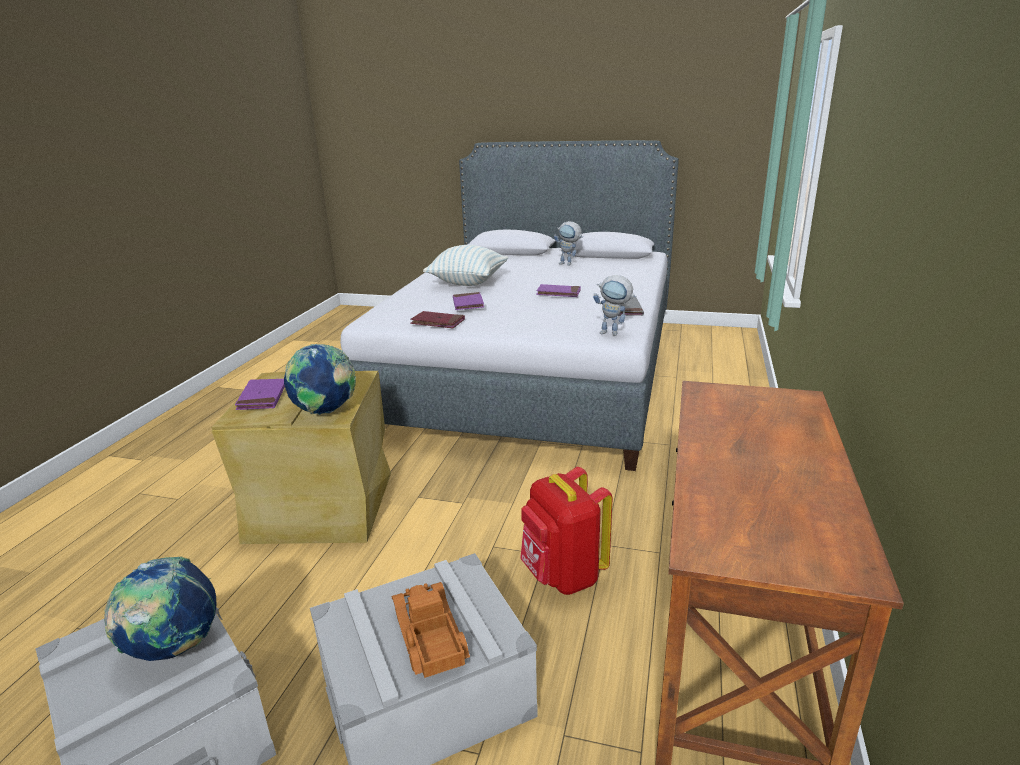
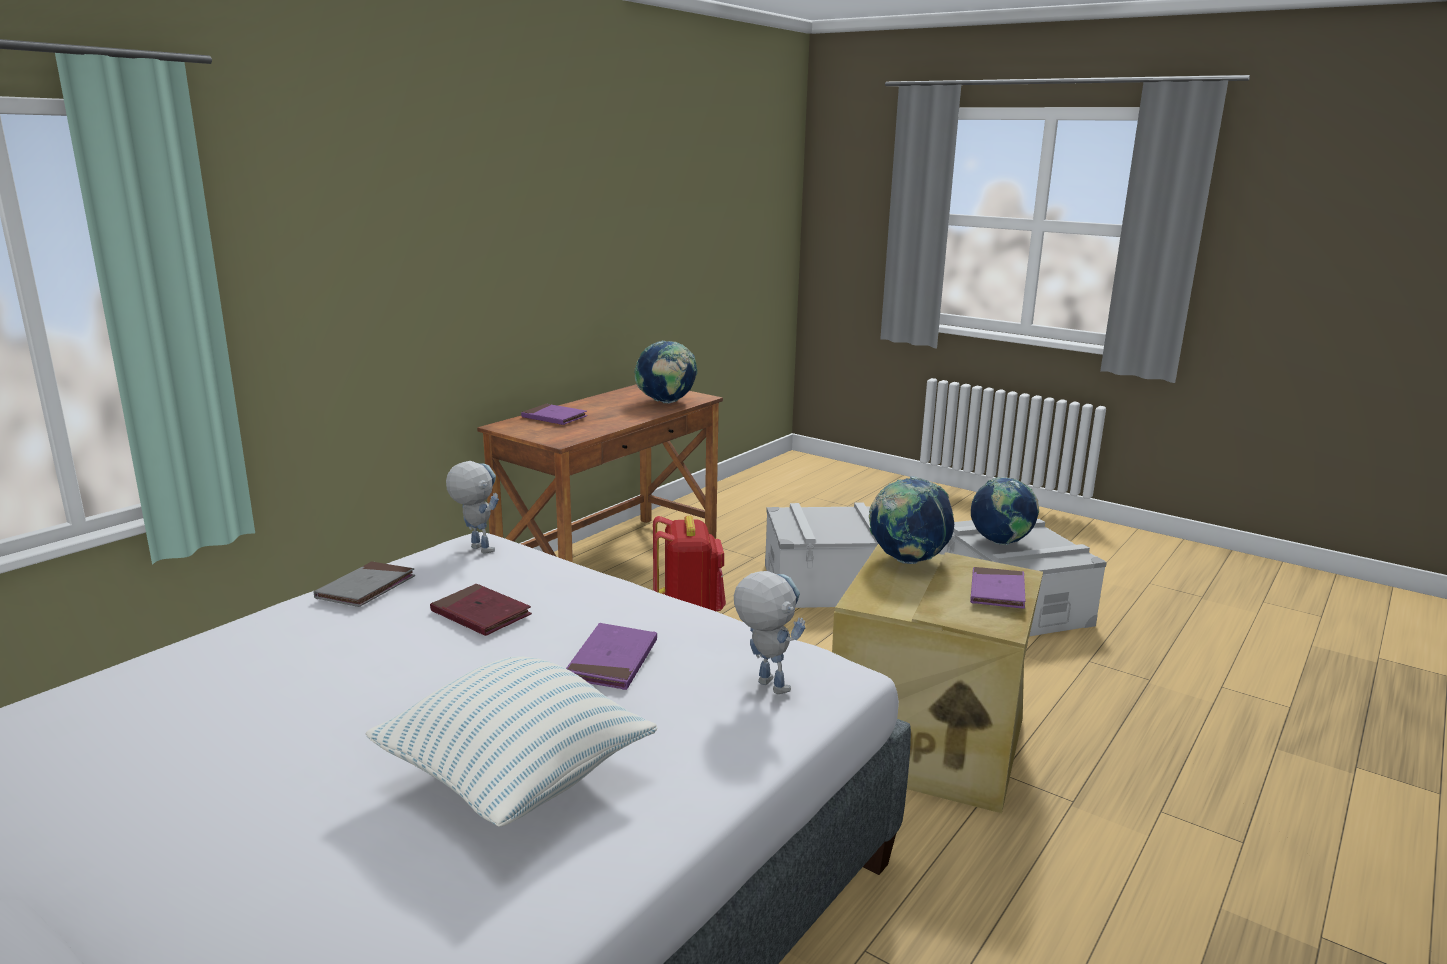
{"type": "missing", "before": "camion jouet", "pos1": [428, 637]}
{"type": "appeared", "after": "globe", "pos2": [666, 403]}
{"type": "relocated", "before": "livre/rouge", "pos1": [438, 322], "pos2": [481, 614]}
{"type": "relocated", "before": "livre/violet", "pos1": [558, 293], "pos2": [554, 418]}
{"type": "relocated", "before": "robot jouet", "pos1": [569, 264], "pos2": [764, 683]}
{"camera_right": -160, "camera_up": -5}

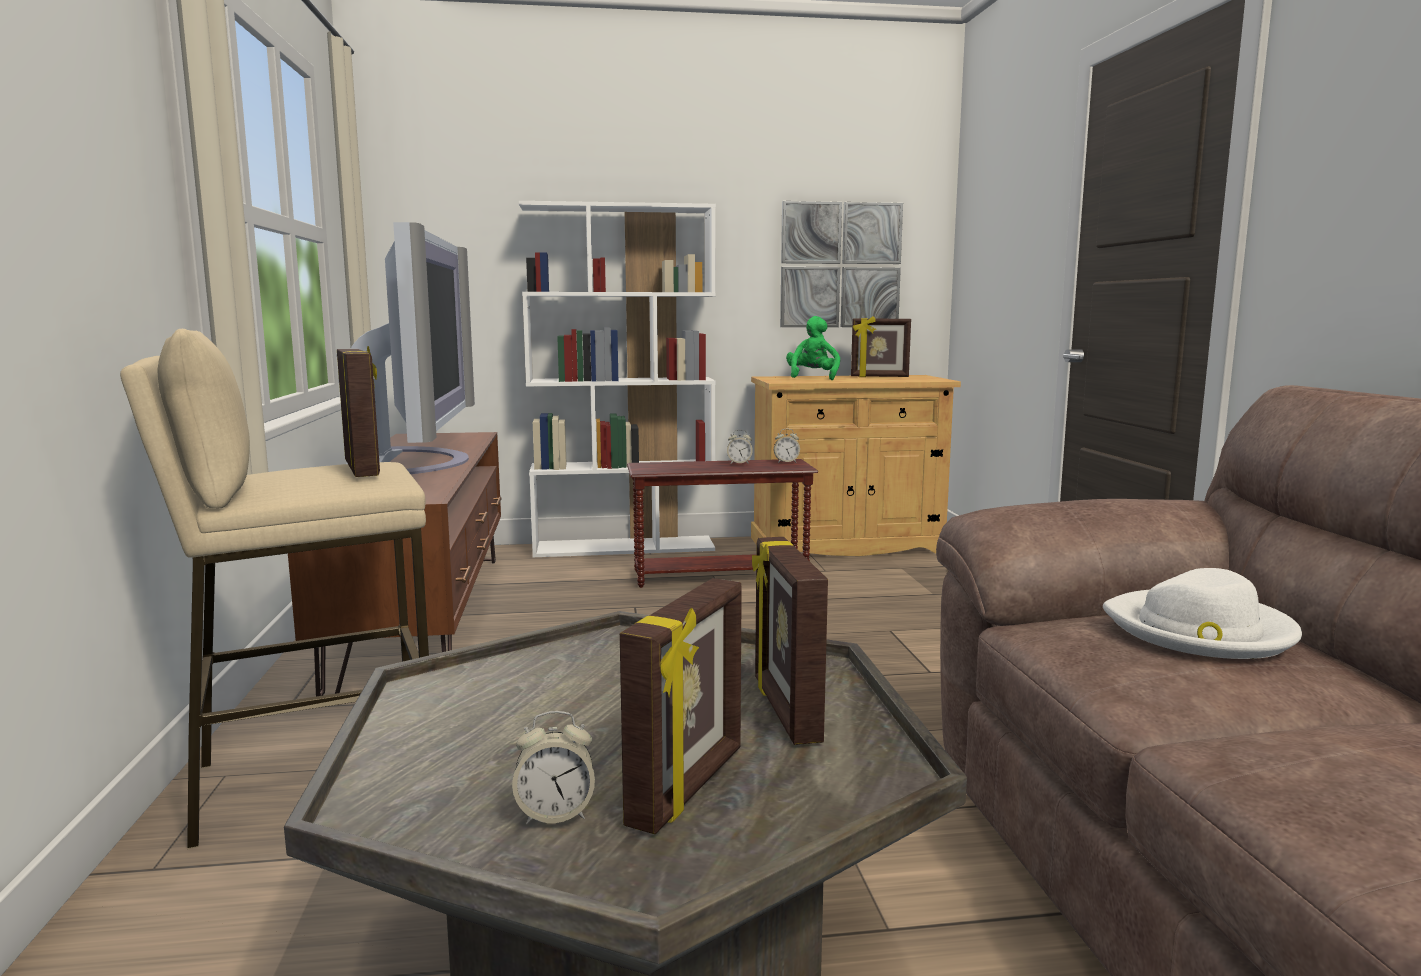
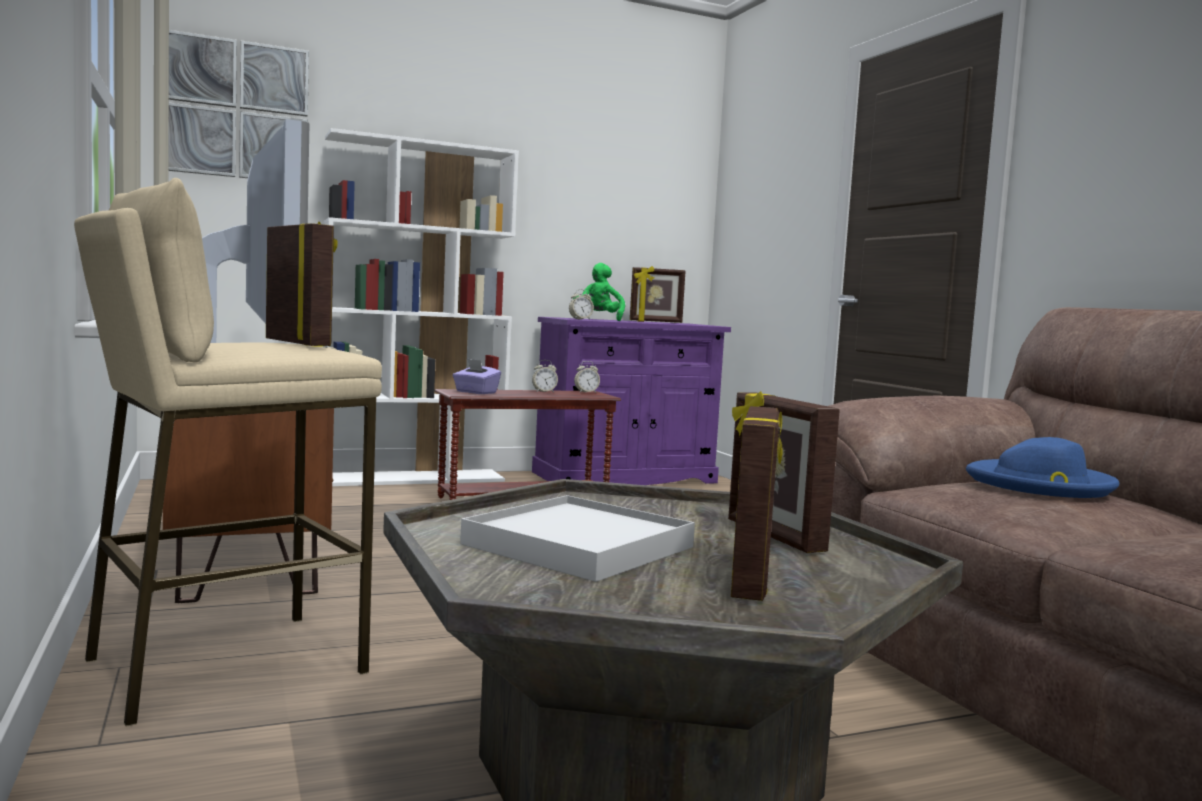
{"type": "appeared", "after": "boîte à mouchoirs/violet", "pos2": [475, 392]}
{"type": "appeared", "after": "plateau/blanc", "pos2": [578, 545]}
{"type": "relocated", "before": "réveil", "pos1": [555, 814], "pos2": [580, 319]}
{"type": "relocated", "before": "tableau", "pos1": [840, 265], "pos2": [237, 110]}
{"type": "colour", "before": "meuble de rangement/beige", "after": "meuble de rangement/violet", "pos1": [847, 545], "pos2": [624, 477]}
{"type": "colour", "before": "chapeau/blanc", "after": "chapeau/bleu", "pos1": [1199, 631], "pos2": [1041, 485]}
{"camera_right": -15, "camera_up": -5}

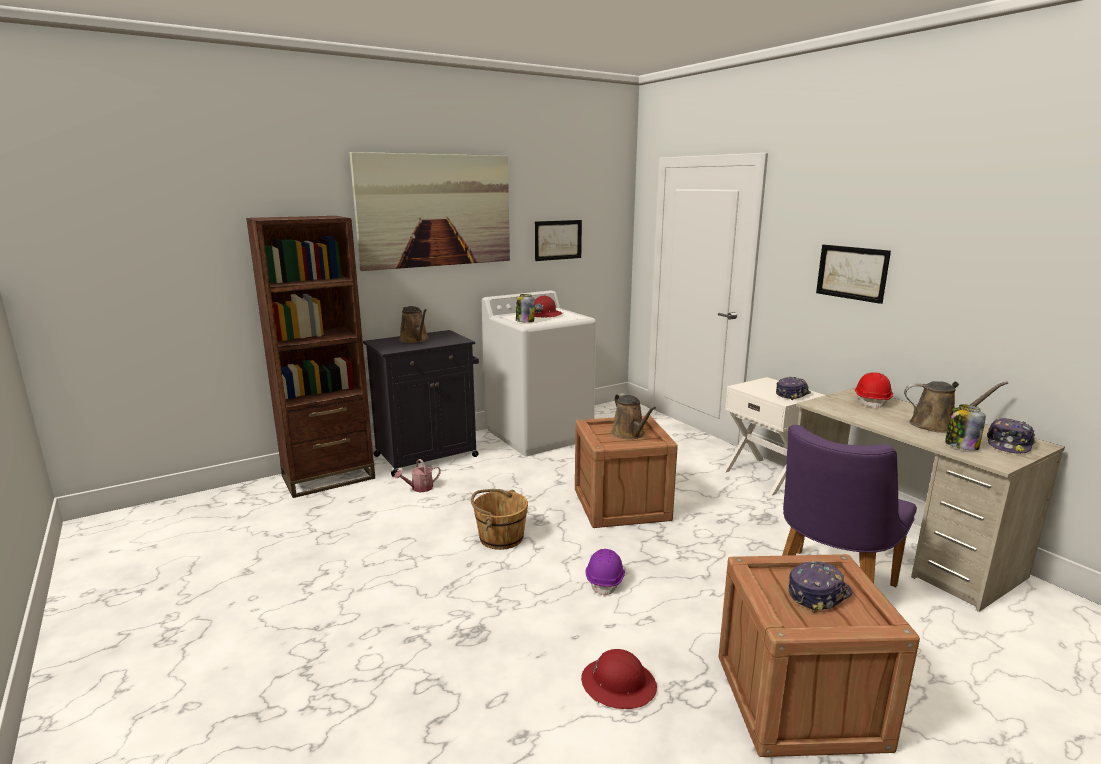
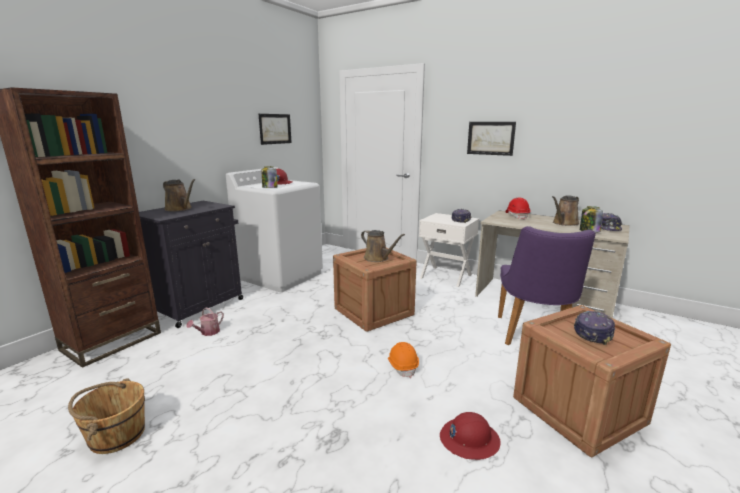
{"type": "missing", "before": "tableau", "pos1": [435, 210]}
{"type": "relocated", "before": "seau/marron", "pos1": [500, 537], "pos2": [116, 435]}
{"type": "colour", "before": "casque de chantier/violet", "after": "casque de chantier/orange", "pos1": [605, 580], "pos2": [402, 366]}
{"type": "spun", "before": "arrosoir/marron", "pos1": [937, 425], "pos2": [564, 223], "turn": 150}
{"camera_right": -25, "camera_up": 0}

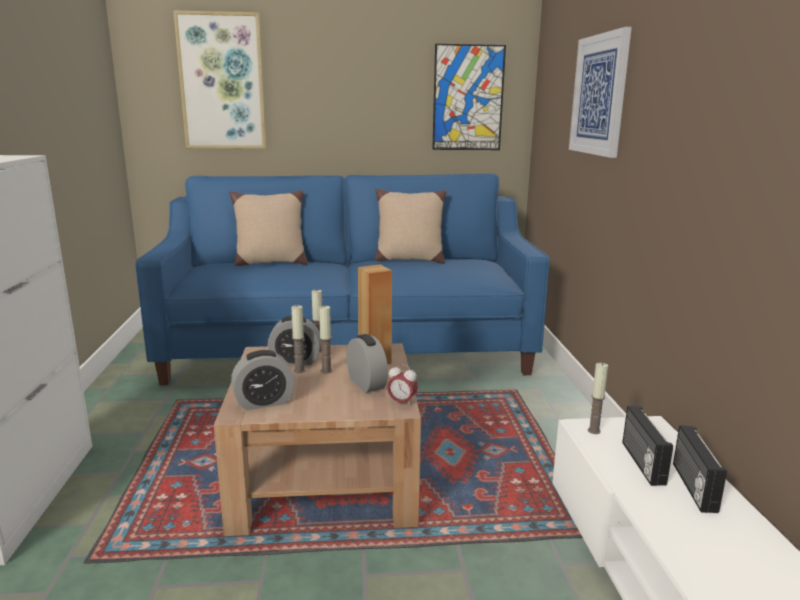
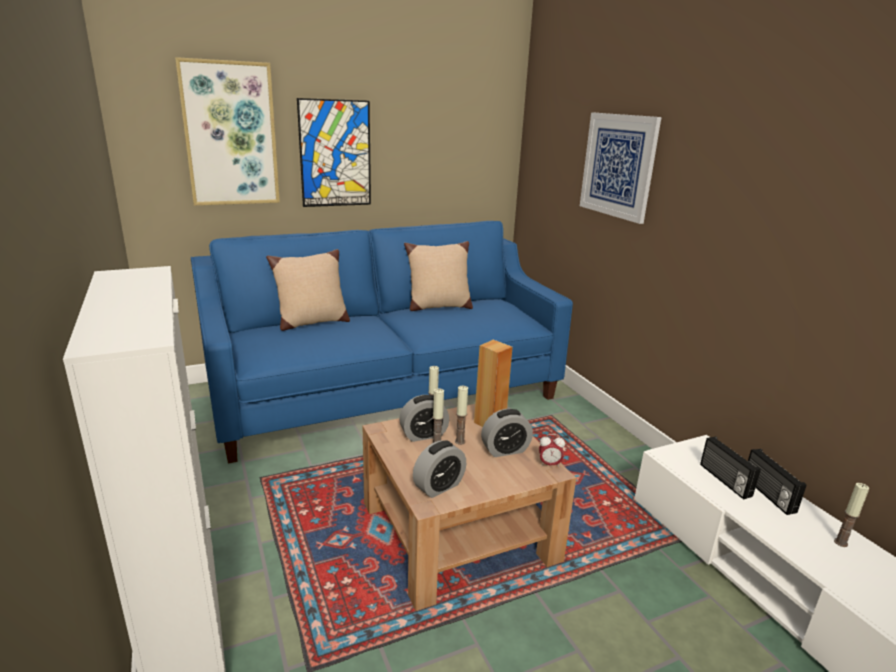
{"type": "relocated", "before": "tableau", "pos1": [468, 98], "pos2": [335, 154]}
{"type": "relocated", "before": "bougie", "pos1": [594, 431], "pos2": [840, 542]}
{"type": "spun", "before": "réveil", "pos1": [366, 384], "pos2": [505, 450], "turn": 120}
{"camera_right": -20, "camera_up": 5}

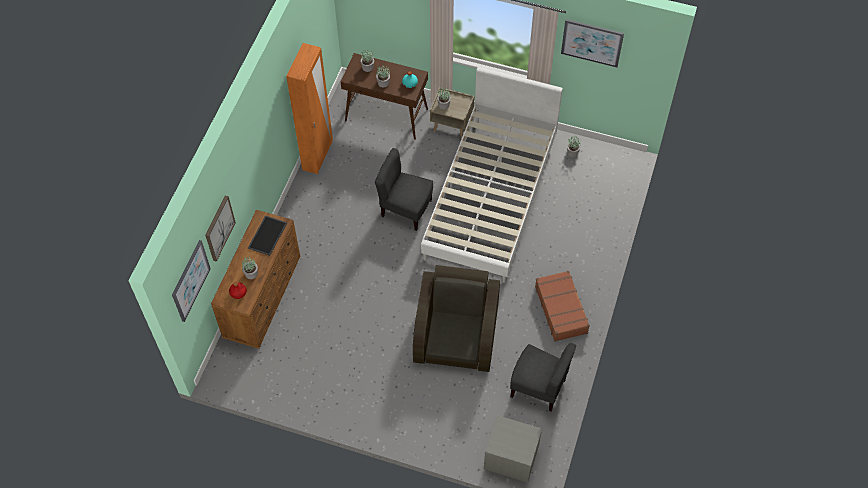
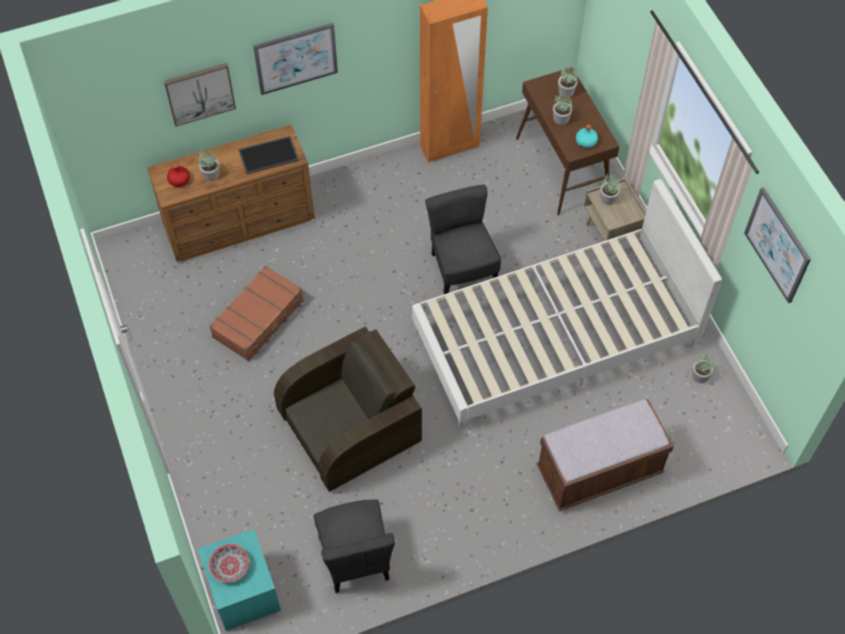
{"type": "appeared", "after": "bol", "pos2": [230, 566]}
{"type": "appeared", "after": "banc/marron", "pos2": [599, 471]}
{"type": "relocated", "before": "tableau", "pos1": [190, 280], "pos2": [296, 58]}
{"type": "relocated", "before": "valise/marron", "pos1": [561, 309], "pos2": [259, 319]}
{"type": "colour", "before": "table de chevet/gris", "after": "table de chevet/turquoise", "pos1": [510, 458], "pos2": [242, 591]}
{"camera_right": 50, "camera_up": 0}

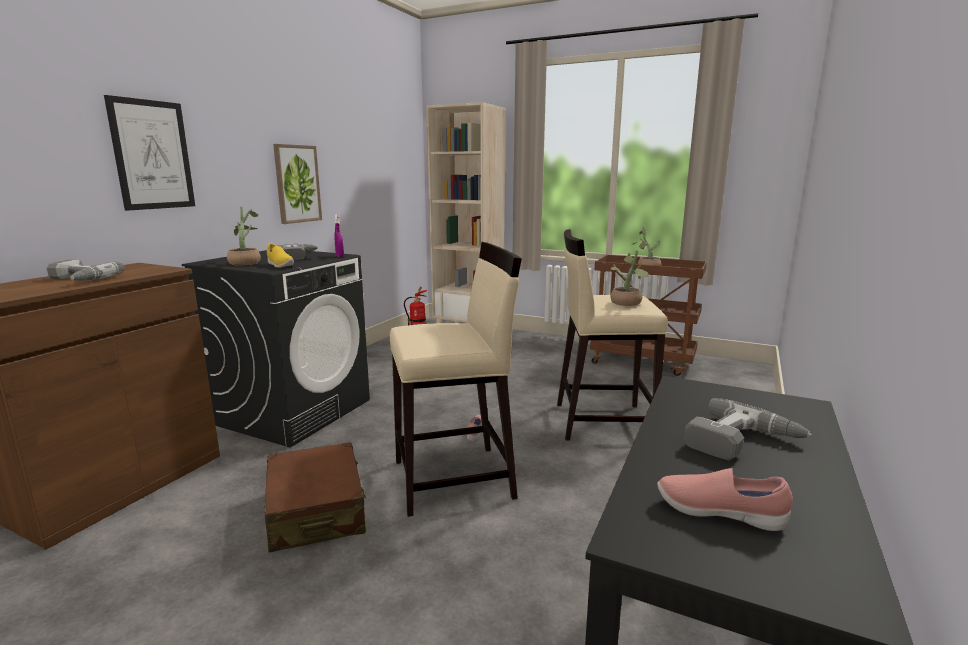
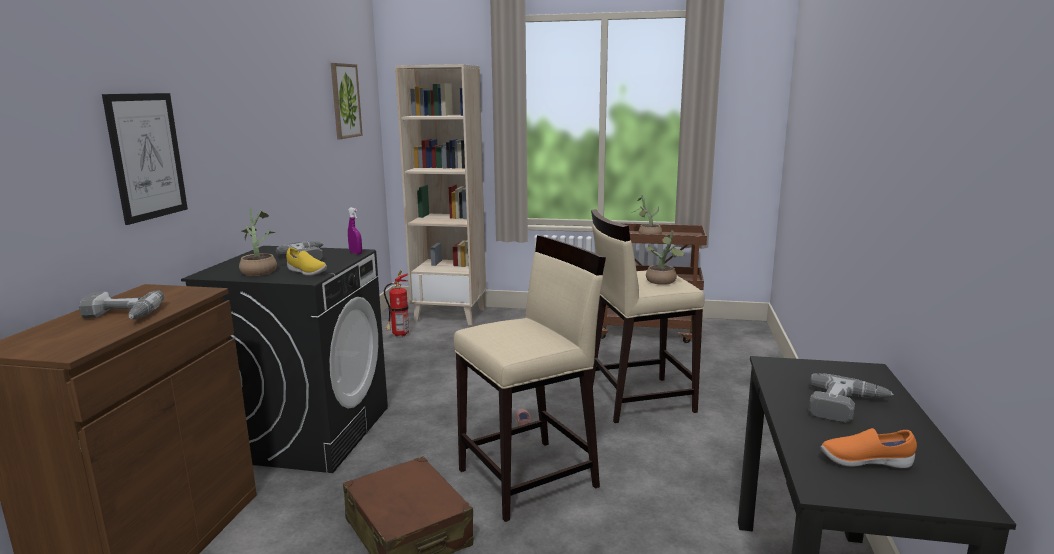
{"type": "relocated", "before": "tableau", "pos1": [297, 184], "pos2": [345, 101]}
{"type": "colour", "before": "chaussure/rose", "after": "chaussure/orange", "pos1": [718, 513], "pos2": [864, 462]}
{"camera_right": -15, "camera_up": 0}

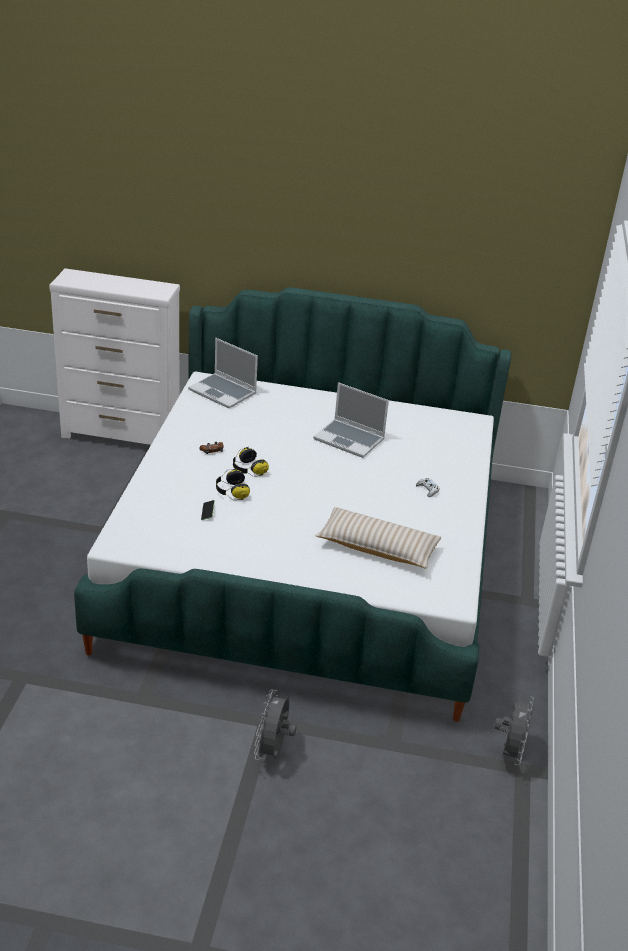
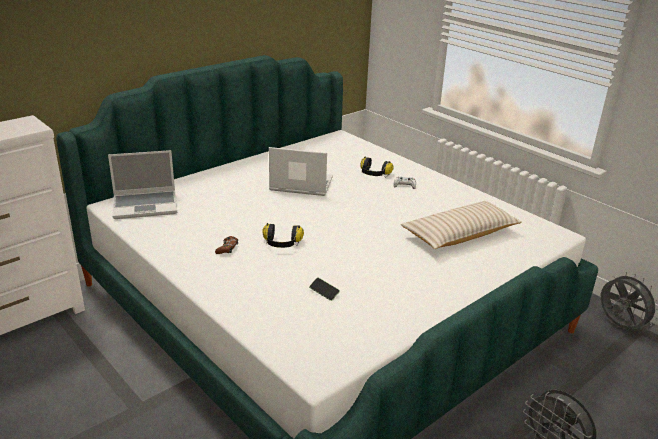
{"type": "relocated", "before": "casque audio", "pos1": [231, 491], "pos2": [374, 174]}
{"type": "spun", "before": "ordinateur portable", "pos1": [350, 439], "pos2": [300, 185], "turn": -150}
{"camera_right": -50, "camera_up": -5}

